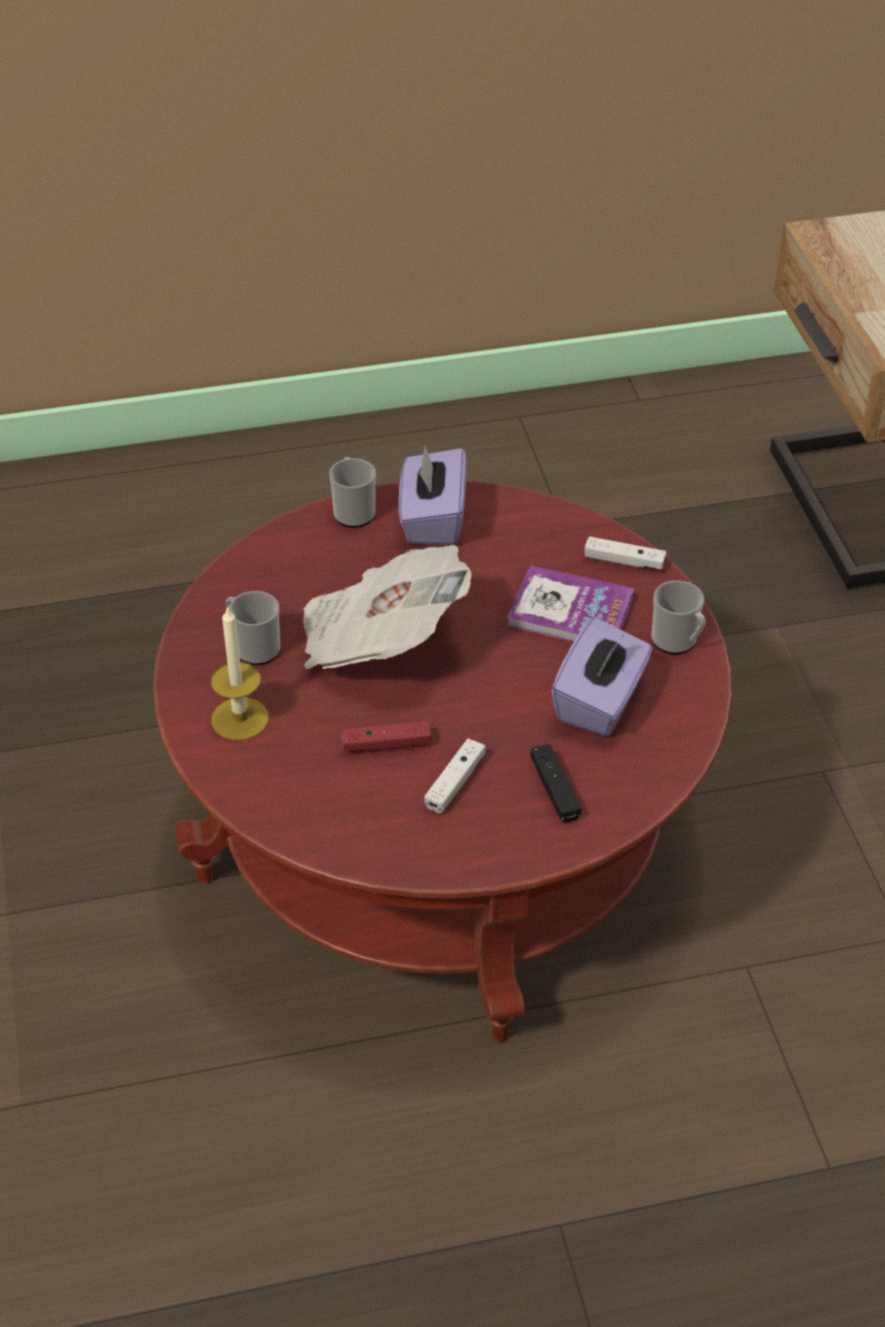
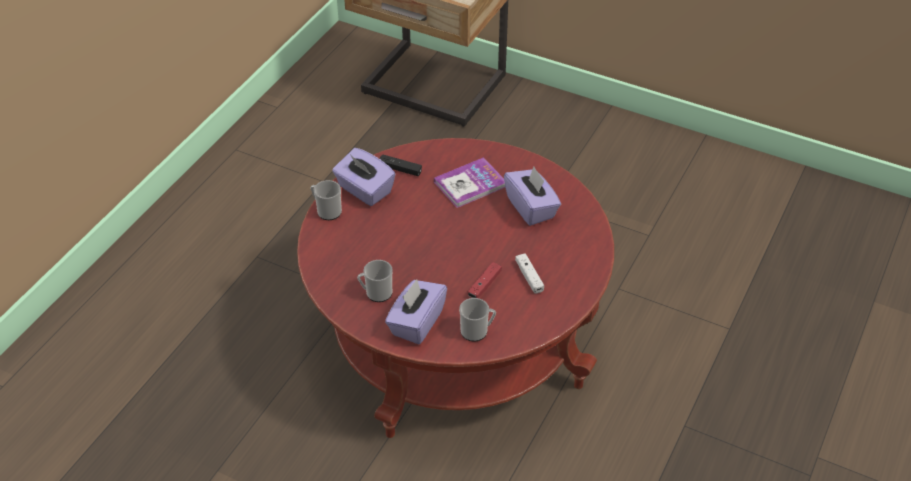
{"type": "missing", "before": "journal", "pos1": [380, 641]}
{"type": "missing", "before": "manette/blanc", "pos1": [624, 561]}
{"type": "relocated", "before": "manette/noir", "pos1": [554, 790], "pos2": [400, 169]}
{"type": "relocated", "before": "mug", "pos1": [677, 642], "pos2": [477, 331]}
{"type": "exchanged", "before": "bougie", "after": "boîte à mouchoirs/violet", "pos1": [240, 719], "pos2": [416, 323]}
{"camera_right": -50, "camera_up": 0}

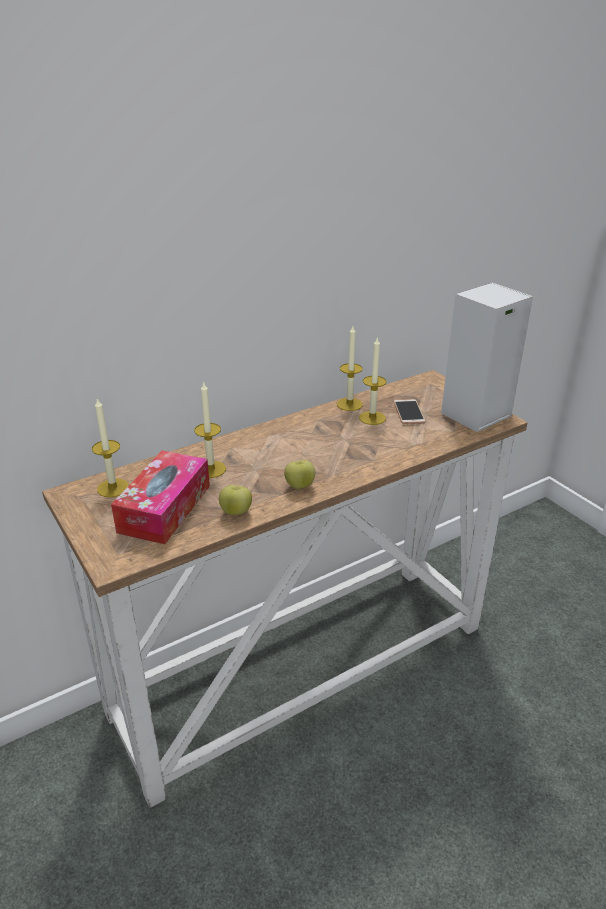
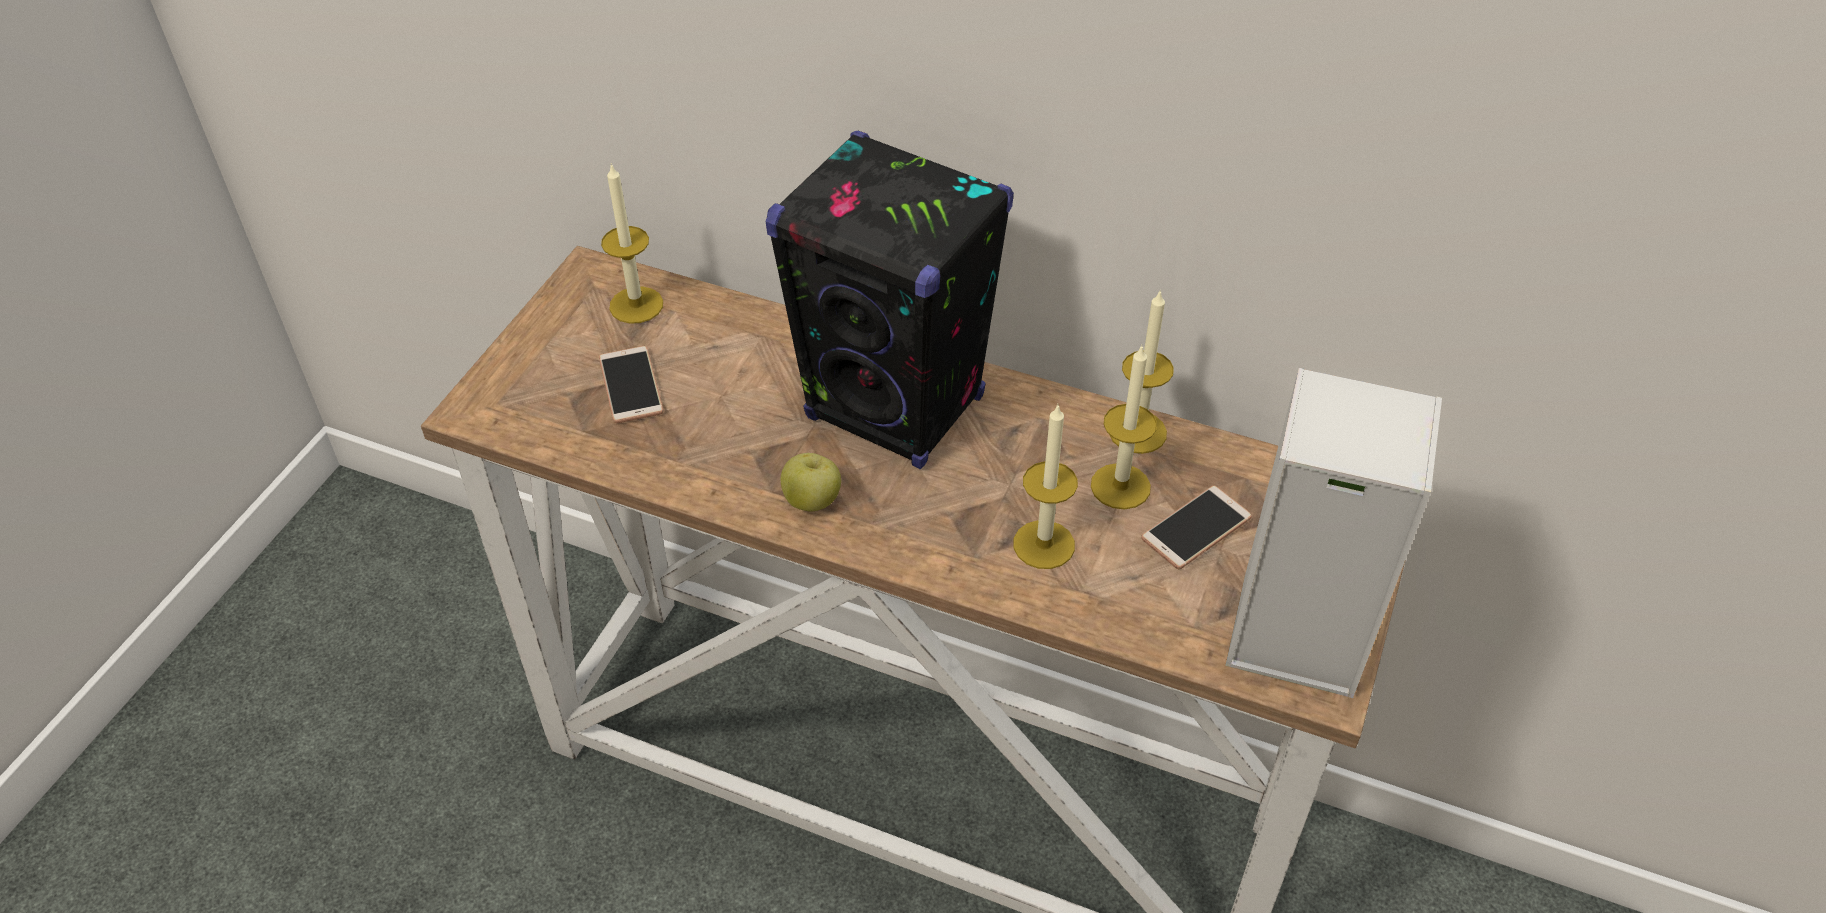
{"type": "missing", "before": "pomme", "pos1": [236, 512]}
{"type": "appeared", "after": "enceinte/noir", "pos2": [896, 408]}
{"type": "relocated", "before": "bougie", "pos1": [211, 469], "pos2": [1044, 544]}
{"type": "exchanged", "before": "boîte à mouchoirs", "after": "téléphone", "pos1": [165, 508], "pos2": [631, 386]}
{"camera_right": 55, "camera_up": 15}

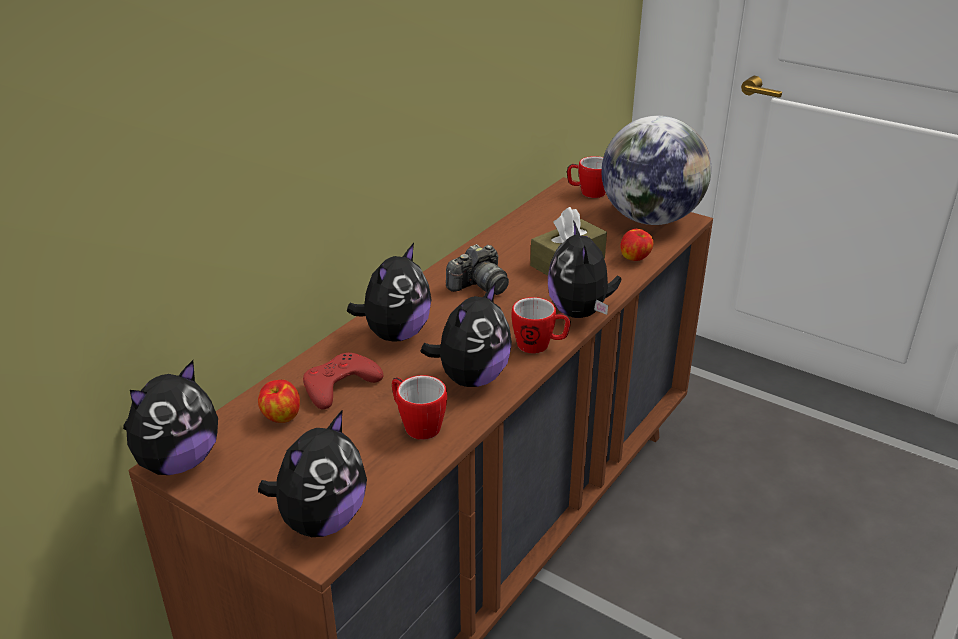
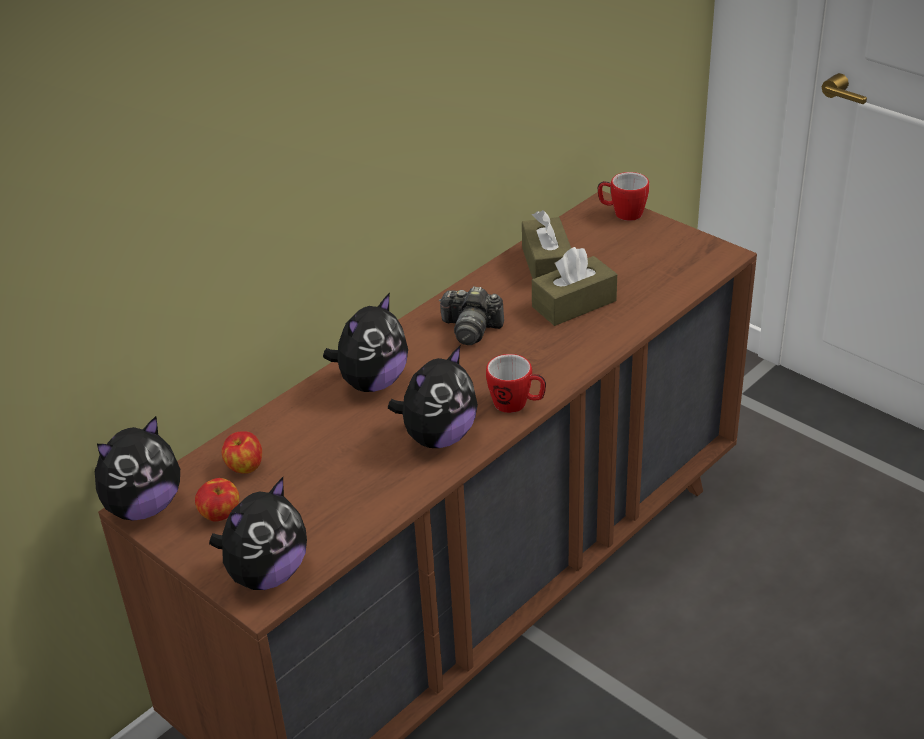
{"type": "missing", "before": "manette/rouge", "pos1": [340, 386]}
{"type": "missing", "before": "mug", "pos1": [417, 425]}
{"type": "missing", "before": "peluche", "pos1": [580, 312]}
{"type": "missing", "before": "globe", "pos1": [650, 219]}
{"type": "appeared", "after": "boîte à mouchoirs/marron", "pos2": [547, 264]}
{"type": "relocated", "before": "pomme", "pos1": [635, 258], "pos2": [221, 515]}
{"type": "spun", "before": "appareil photo", "pos1": [479, 286], "pos2": [471, 329], "turn": 45}
{"camera_right": 10, "camera_up": 5}

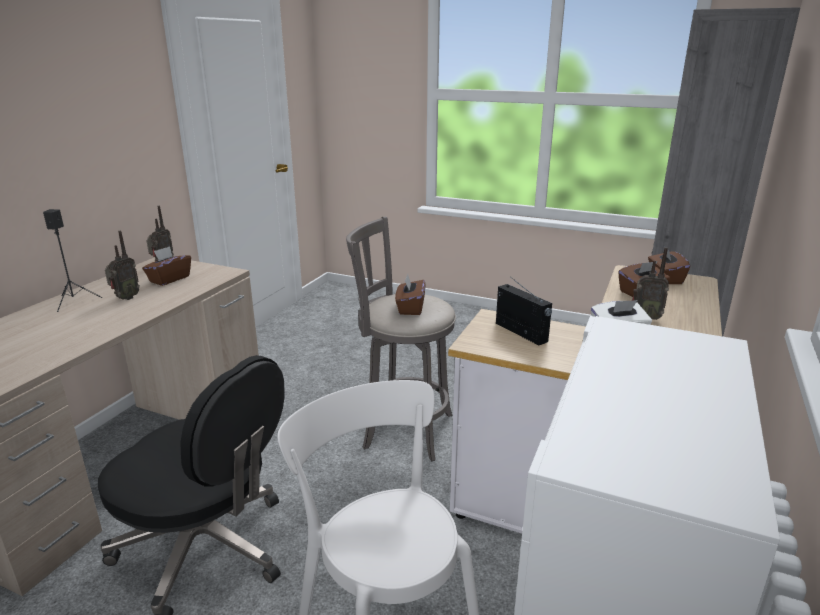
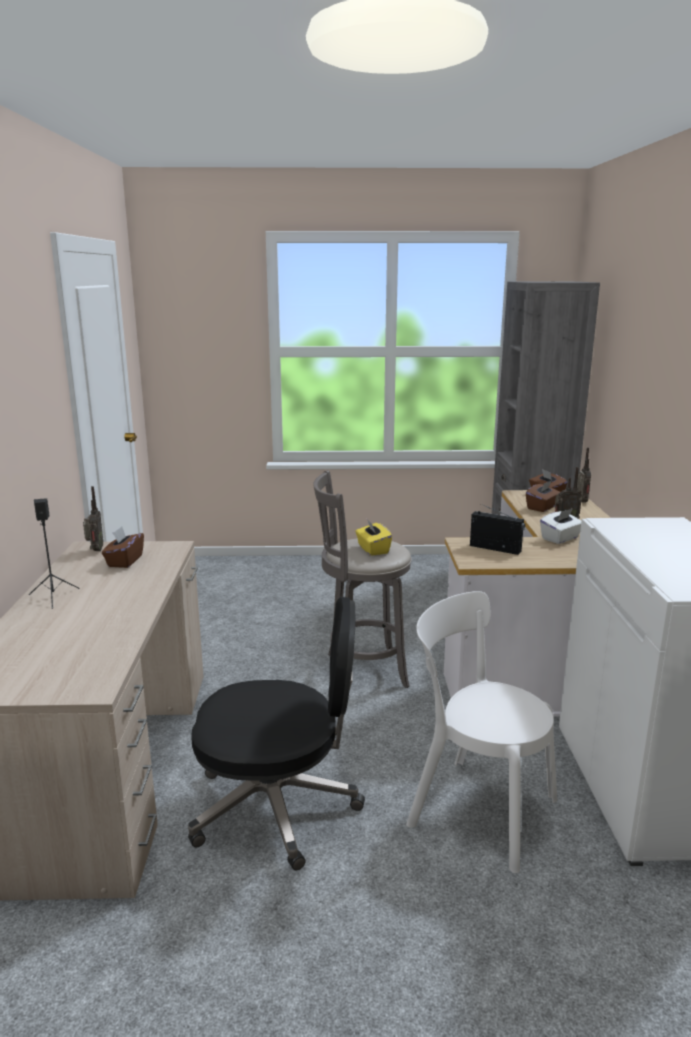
{"type": "relocated", "before": "radio", "pos1": [125, 298], "pos2": [580, 502]}
{"type": "colour", "before": "boîte à mouchoirs/marron", "after": "boîte à mouchoirs/jaune", "pos1": [410, 308], "pos2": [372, 549]}
{"camera_right": -25, "camera_up": -5}

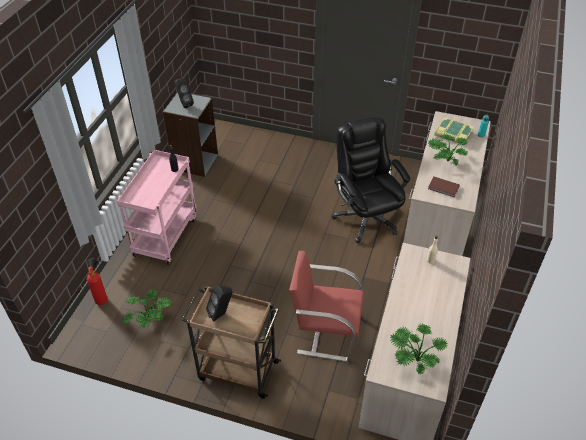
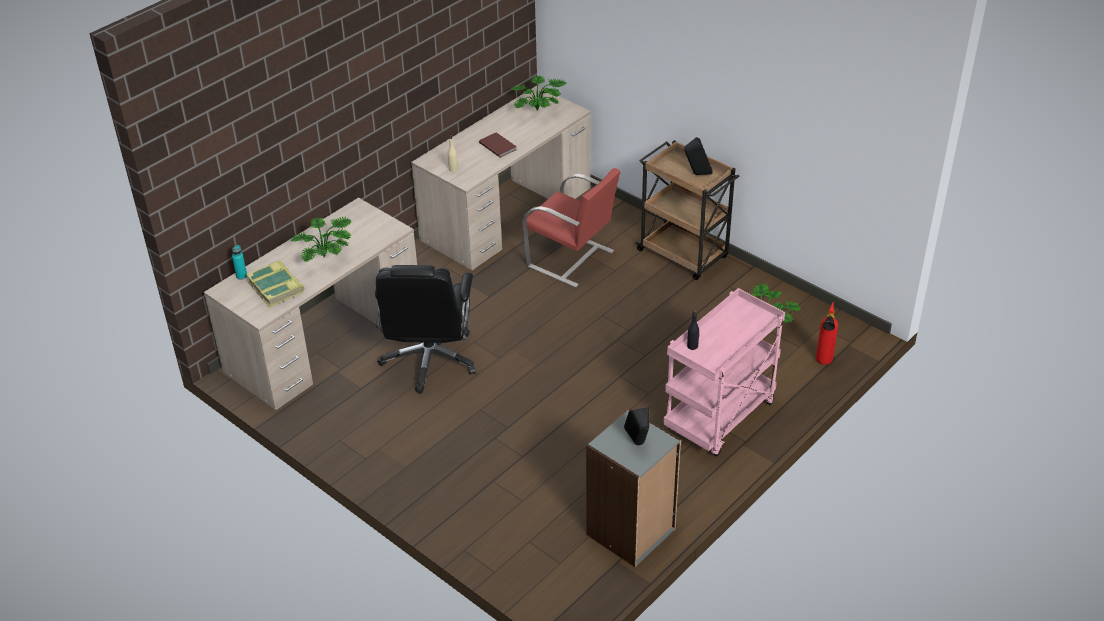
{"type": "relocated", "before": "livre/marron", "pos1": [443, 188], "pos2": [498, 146]}
{"camera_right": -155, "camera_up": -5}

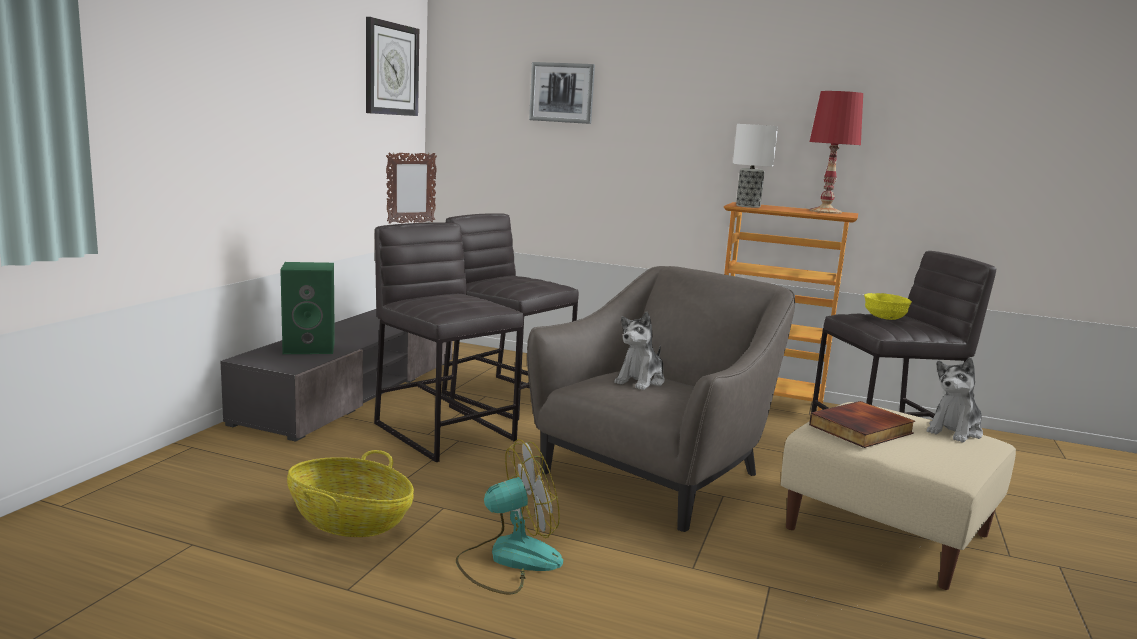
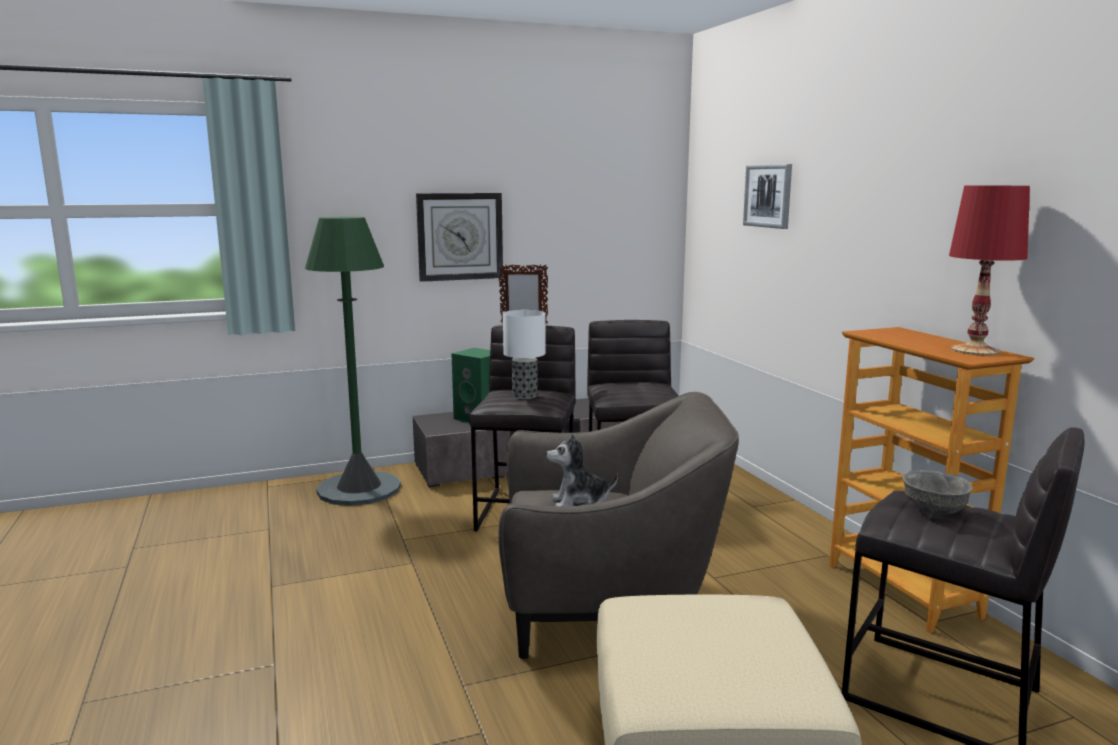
{"type": "missing", "before": "panier", "pos1": [349, 520]}
{"type": "missing", "before": "ventilateur", "pos1": [509, 559]}
{"type": "missing", "before": "livre", "pos1": [862, 430]}
{"type": "missing", "before": "peluche", "pos1": [954, 431]}
{"type": "appeared", "after": "lampadaire/vert", "pos2": [359, 489]}
{"type": "relocated", "before": "horloge murale", "pos1": [391, 69], "pos2": [460, 236]}
{"type": "relocated", "before": "lampe de table", "pos1": [748, 206], "pos2": [524, 396]}
{"type": "colour", "before": "bol/jaune", "after": "bol/gris", "pos1": [884, 318], "pos2": [933, 509]}
{"camera_right": 50, "camera_up": 0}

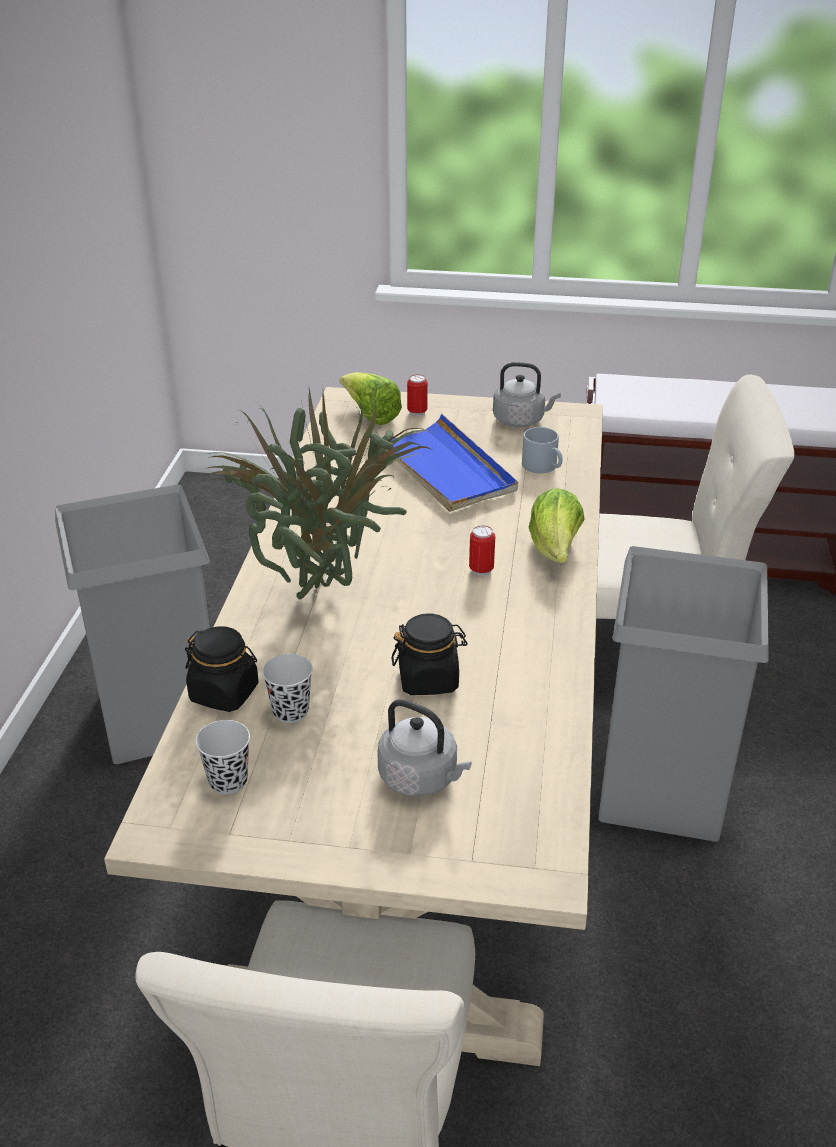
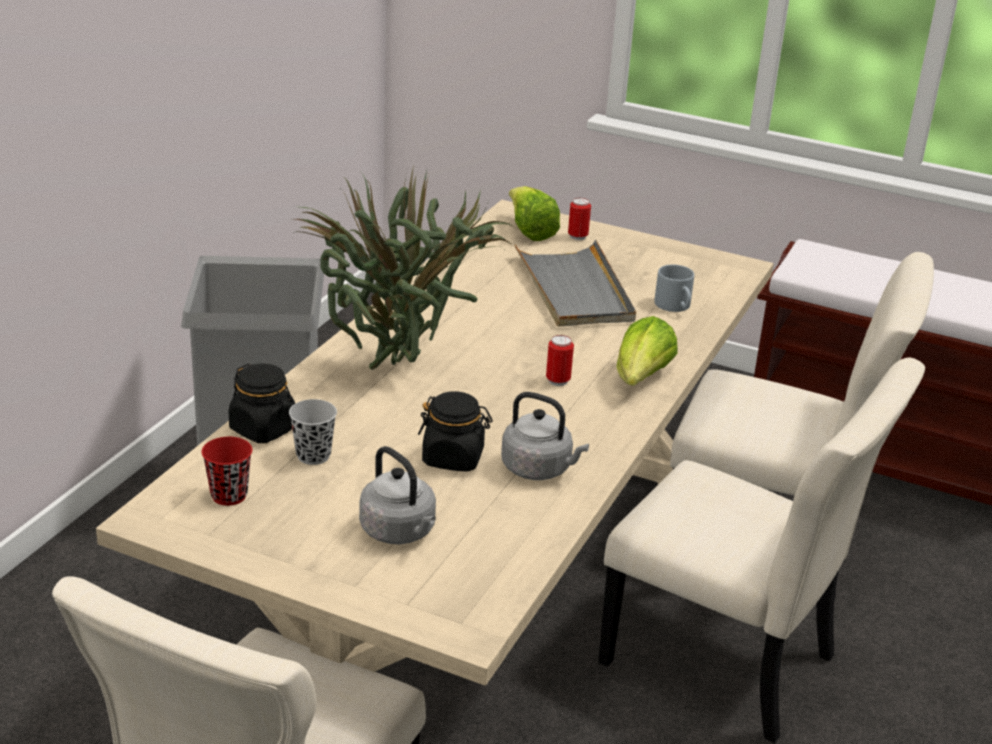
{"type": "relocated", "before": "bouilloire/gris", "pos1": [521, 420], "pos2": [539, 469]}
{"type": "exchanged", "before": "poubelle/gris", "after": "chaise/beige", "pos1": [661, 789], "pos2": [726, 664]}
{"type": "colour", "before": "tasse/noir", "after": "tasse/rouge", "pos1": [228, 781], "pos2": [229, 495]}
{"type": "colour", "before": "plateau/bleu", "after": "plateau/gris", "pos1": [444, 468], "pos2": [574, 289]}
{"camera_right": 15, "camera_up": -5}

